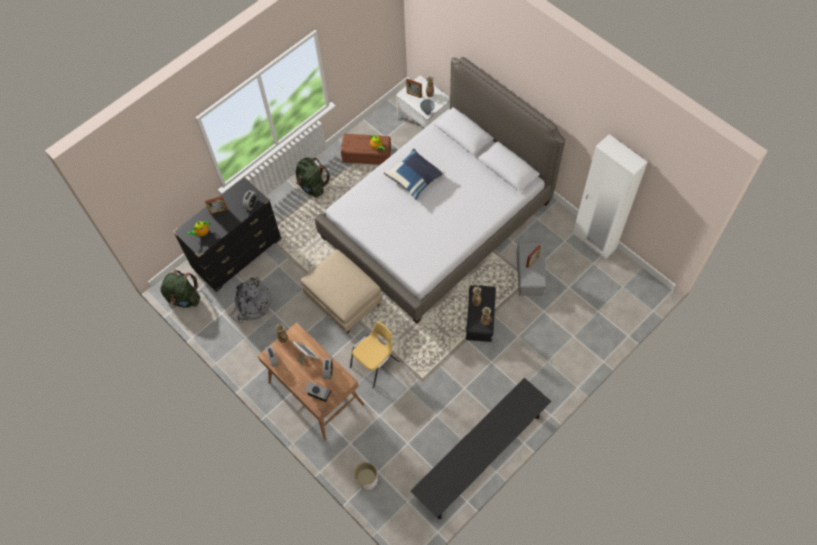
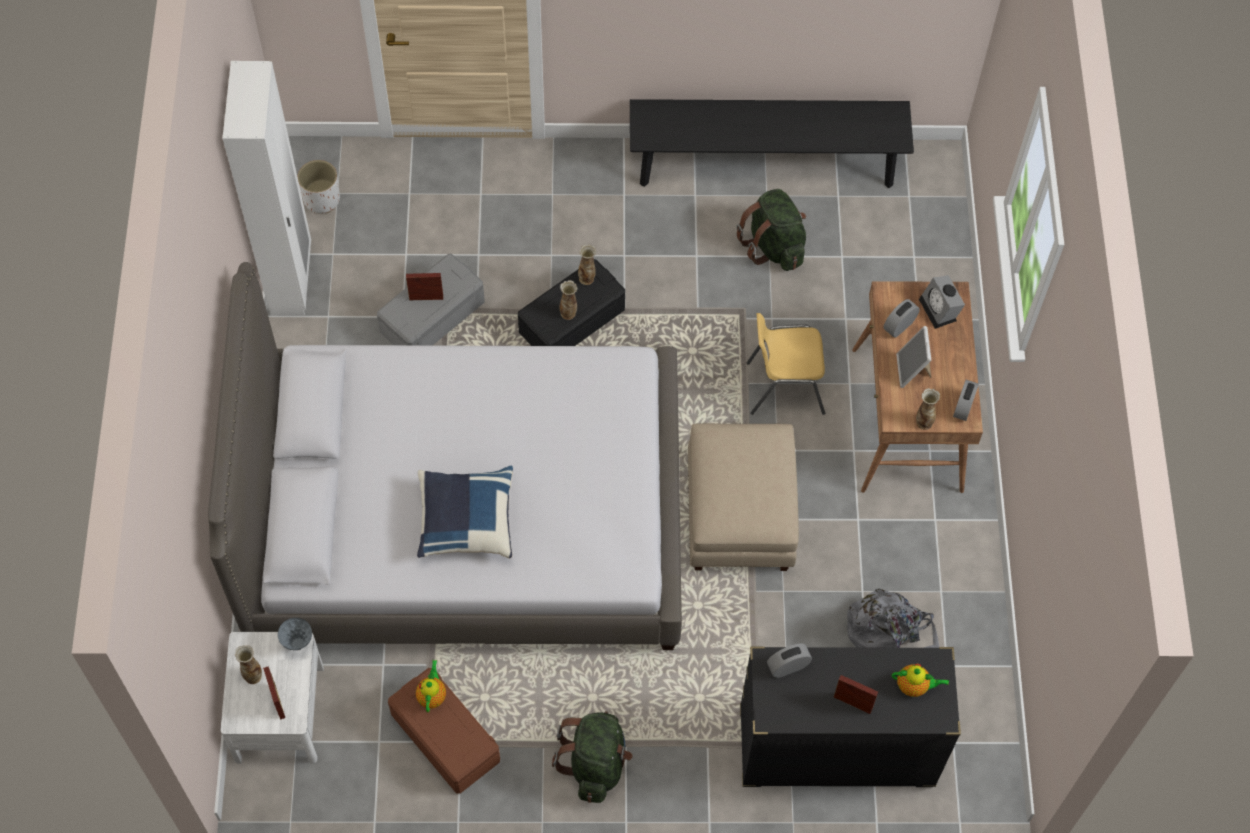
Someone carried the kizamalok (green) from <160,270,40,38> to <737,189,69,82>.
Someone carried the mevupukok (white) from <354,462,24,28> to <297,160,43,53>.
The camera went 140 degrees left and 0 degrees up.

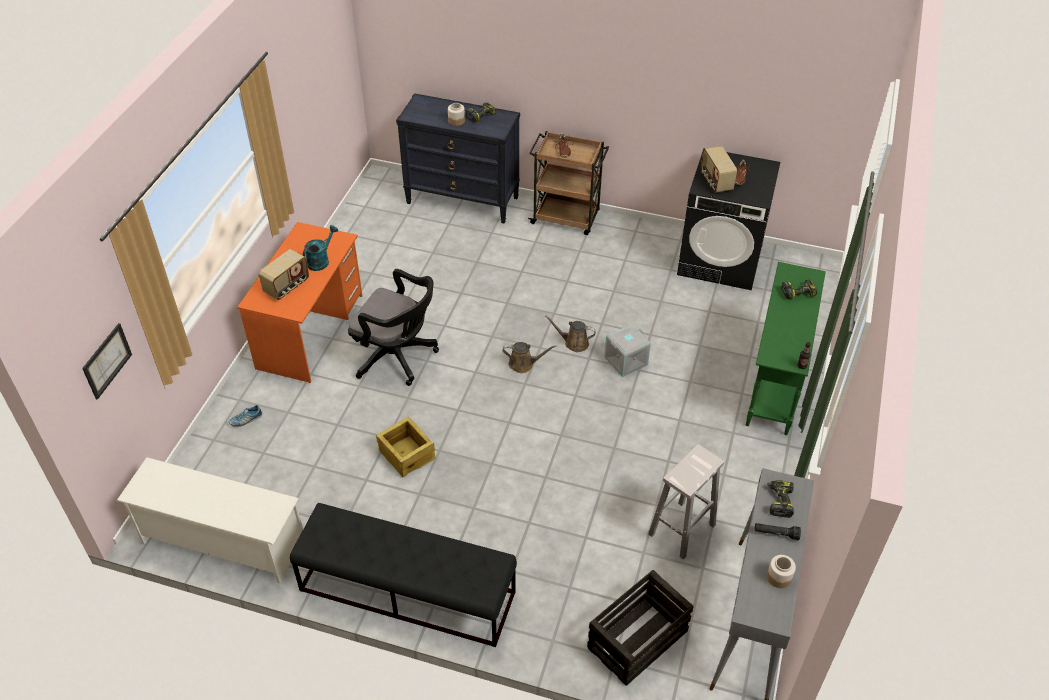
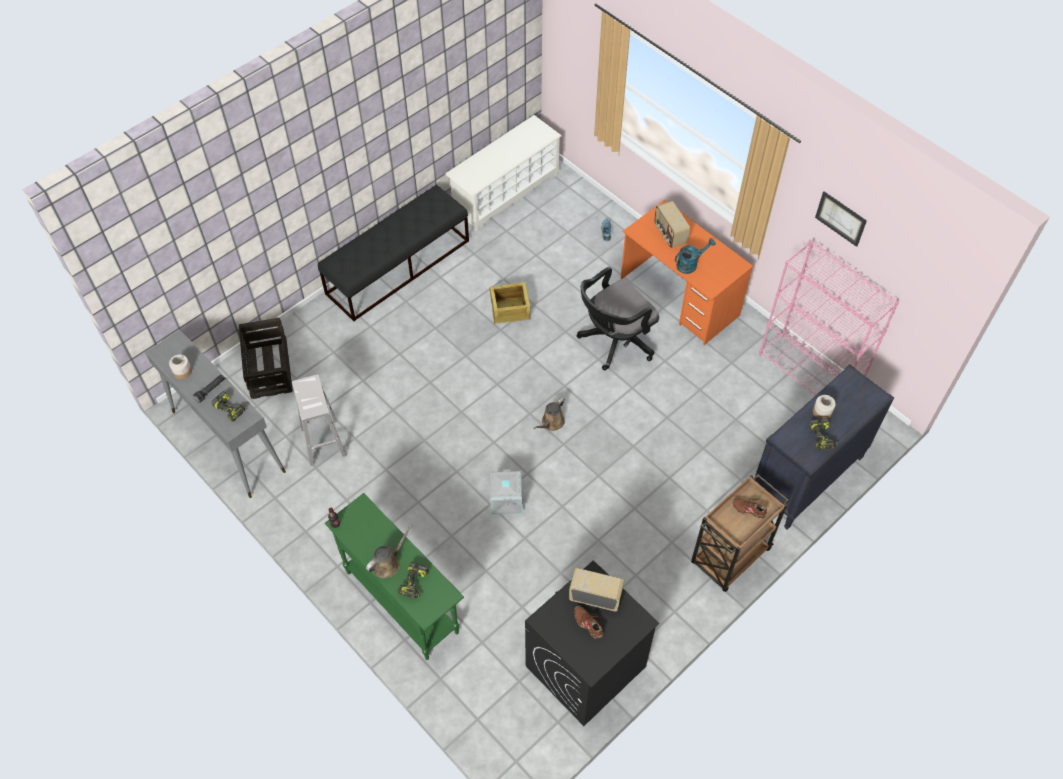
Someone rotated the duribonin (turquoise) at <303,225,35,46> by 90 degrees counterclockwise.
Someone carried the duribonin (brown) from <545,315,51,37> to <366,525,46,53>.
Someone carried the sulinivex from <82,323,50,77> to <815,191,52,56>.
Someone put down the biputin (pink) at <759,240,140,156>.
The camera went 120 degrees right and 10 degrees up.

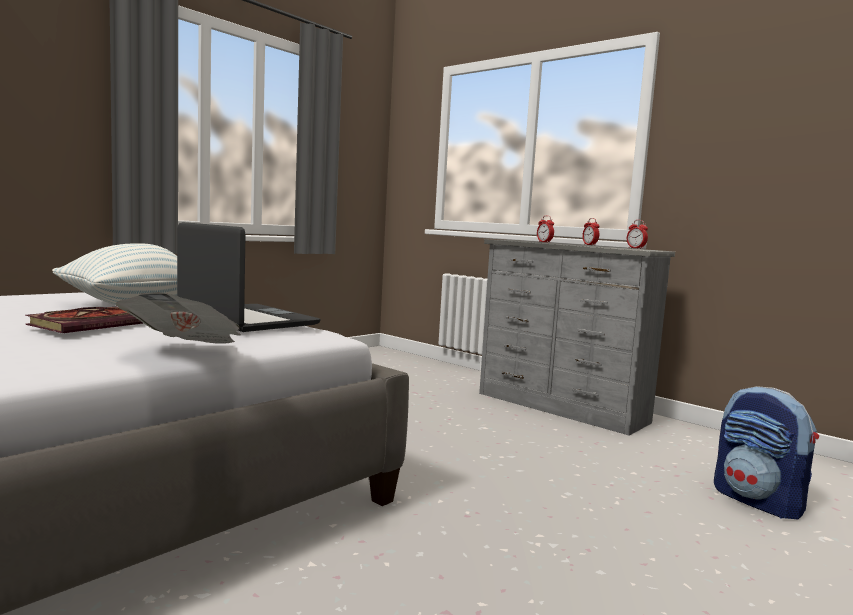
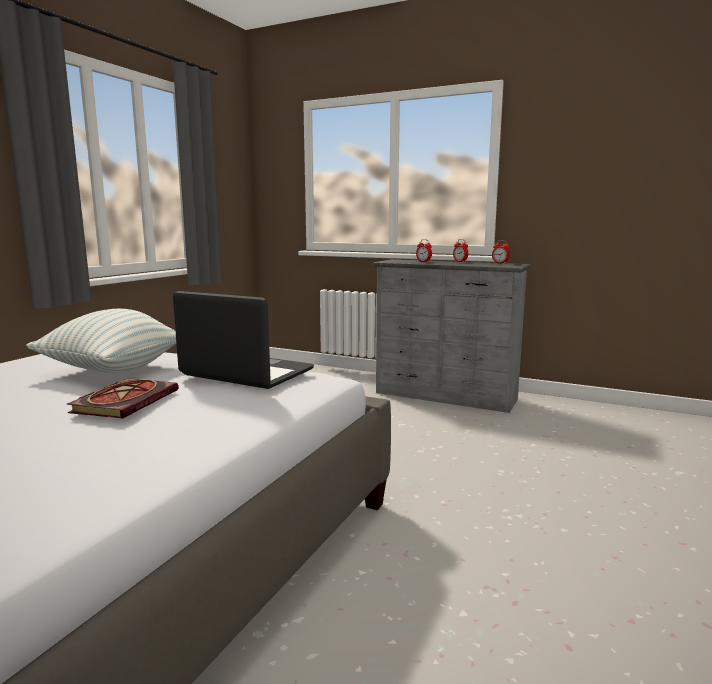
Someone took away the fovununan at <116,293,125,51>.
Someone took away the kizamalok at <714,386,105,133>.
The camera went 15 degrees left and 5 degrees up.

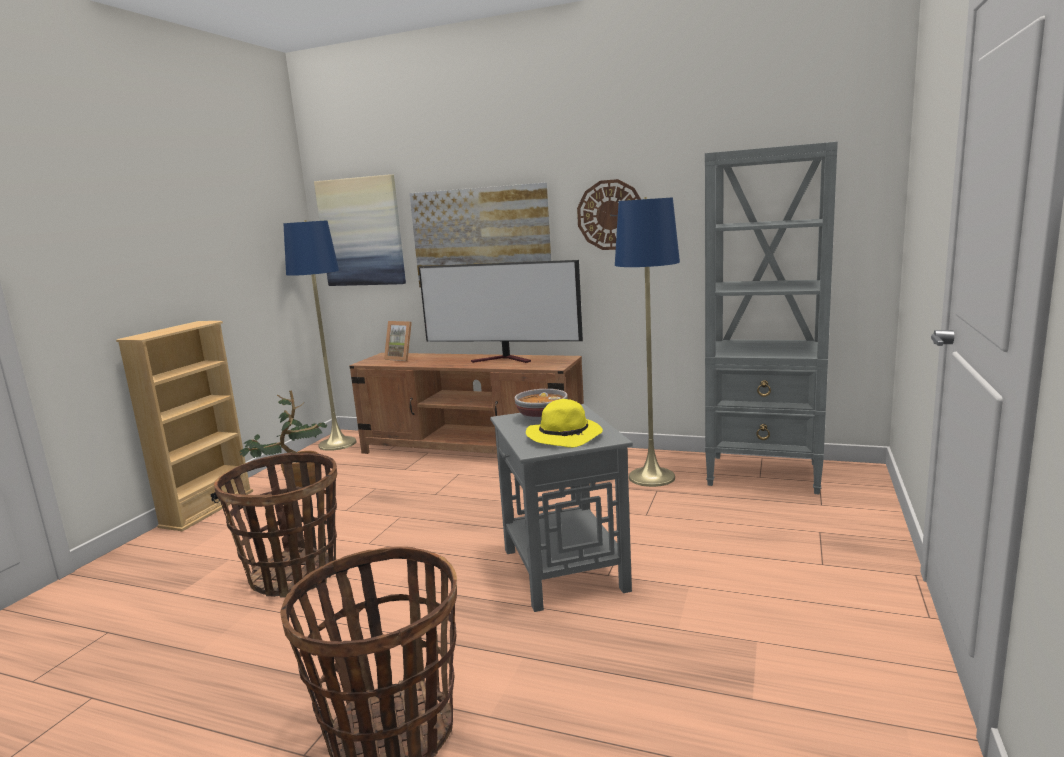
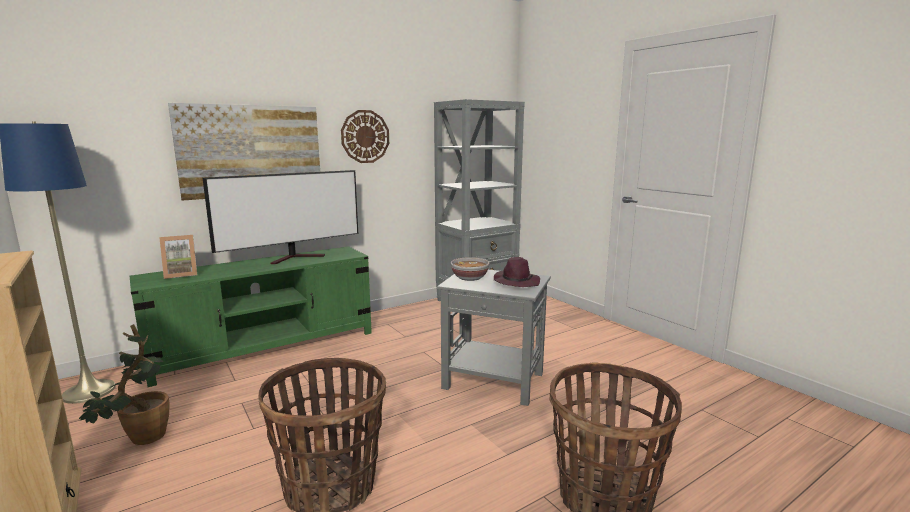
Someone took away the sulinivex at <314,174,92,112>.
Someone took away the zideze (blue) at <615,197,65,290>.
Someone repainted the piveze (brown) at <349,353,235,101>, which became the piveze (green) at <130,246,242,141>.
Someone repainted the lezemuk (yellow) at <526,399,77,49>, which became the lezemuk (purple) at <493,257,47,30>.
The camera went 55 degrees left and 0 degrees up.

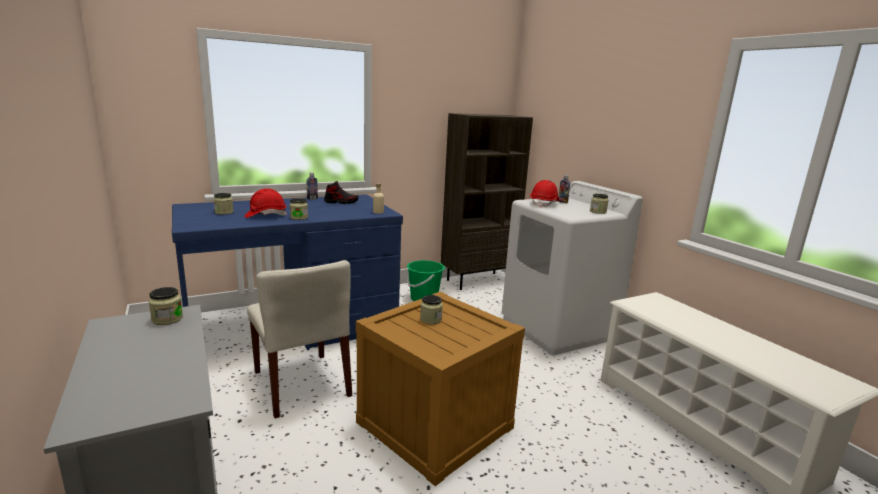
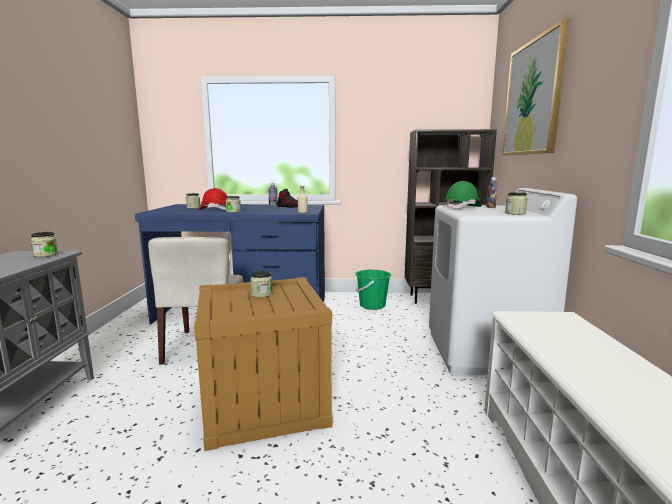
Someone repainted the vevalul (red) at <530,180,29,28>, which became the vevalul (green) at <445,181,37,28>.
Someone put up the sulinivex at <502,19,68,137>.
The camera went 30 degrees right and 5 degrees down.

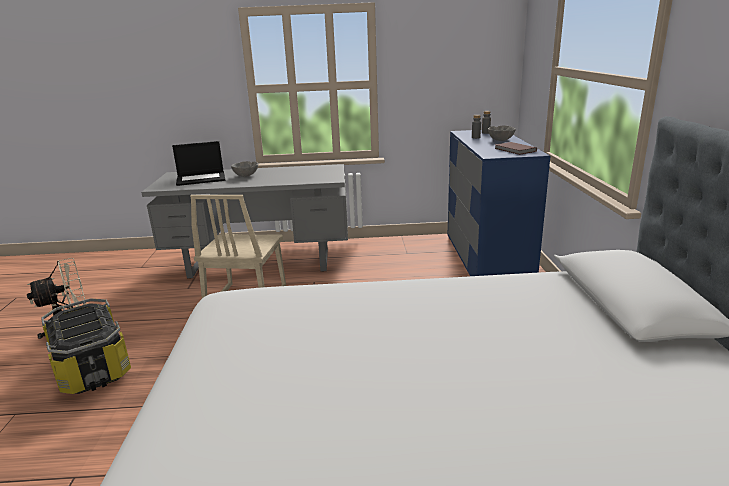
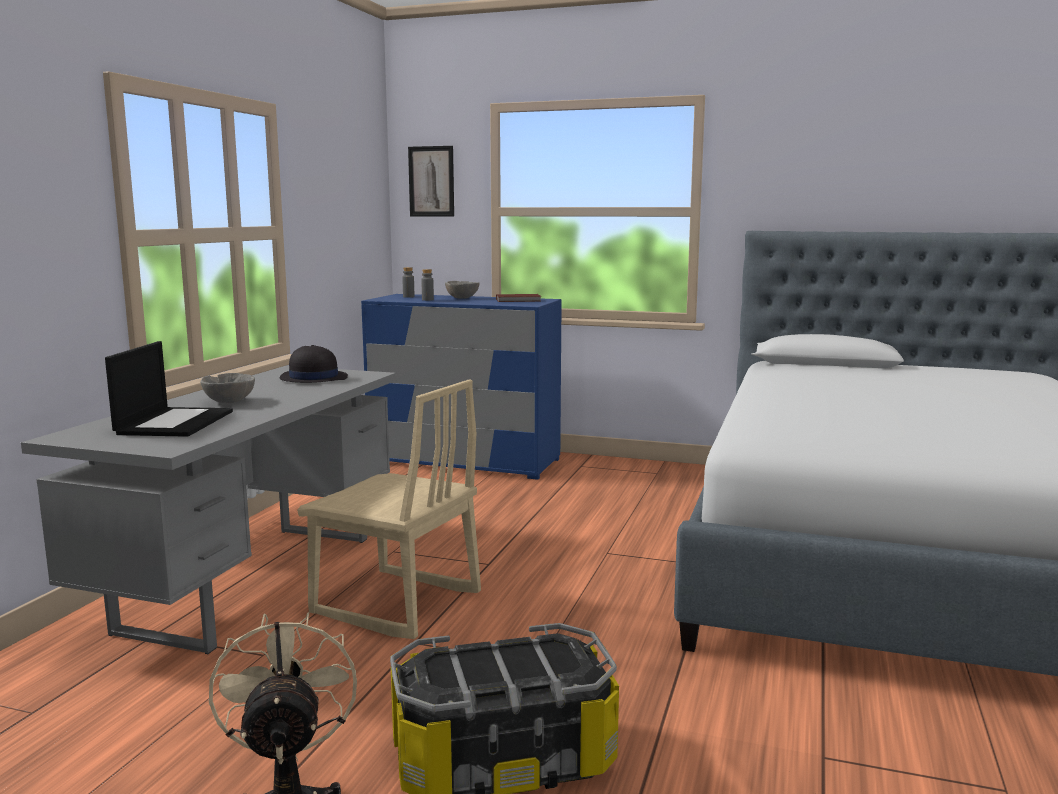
Someone put up the sulinivex at <408,146,46,71>.
Someone put down the lezemuk (black) at <279,345,69,38>.
The camera went 70 degrees left and 10 degrees down.

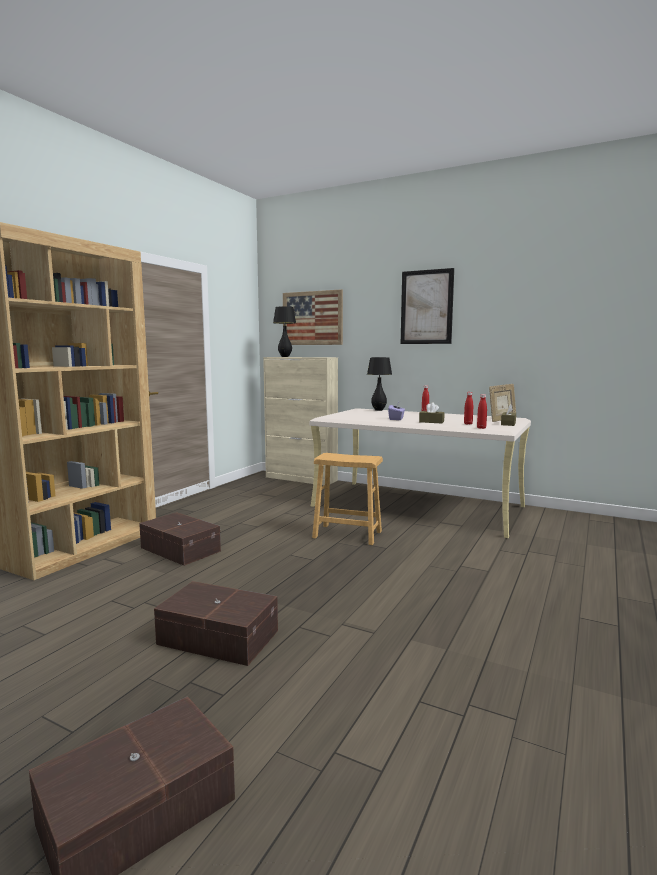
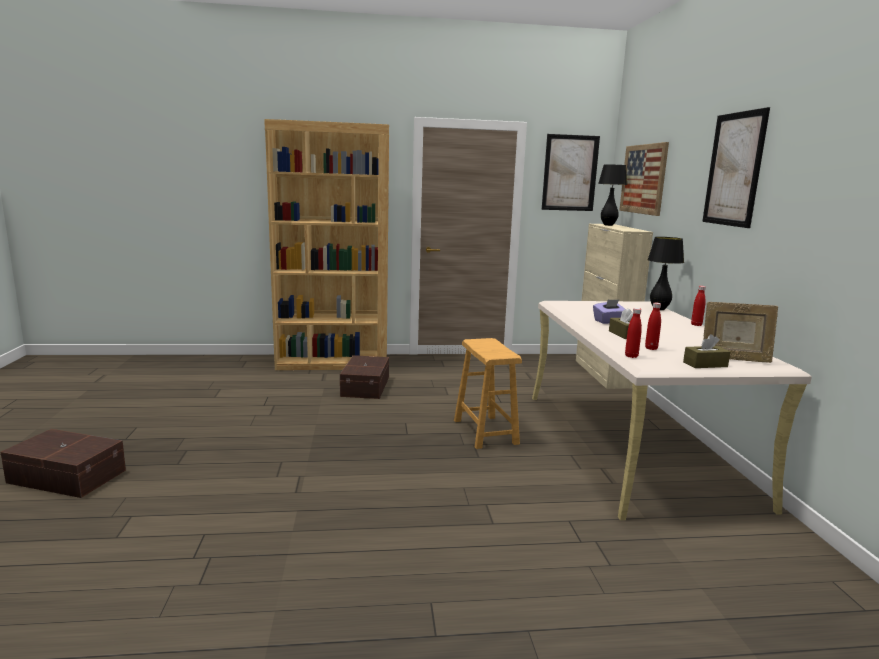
Someone took away the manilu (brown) at <154,581,124,85>.
Someone put up the sulinivex at <542,134,58,77>.
The camera went 55 degrees right and 5 degrees up.

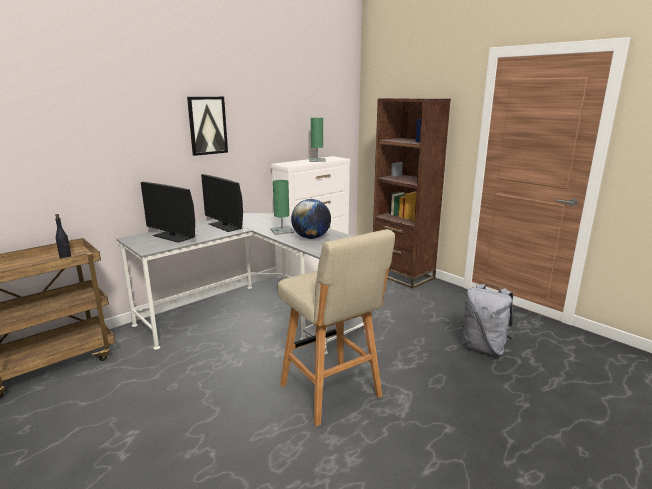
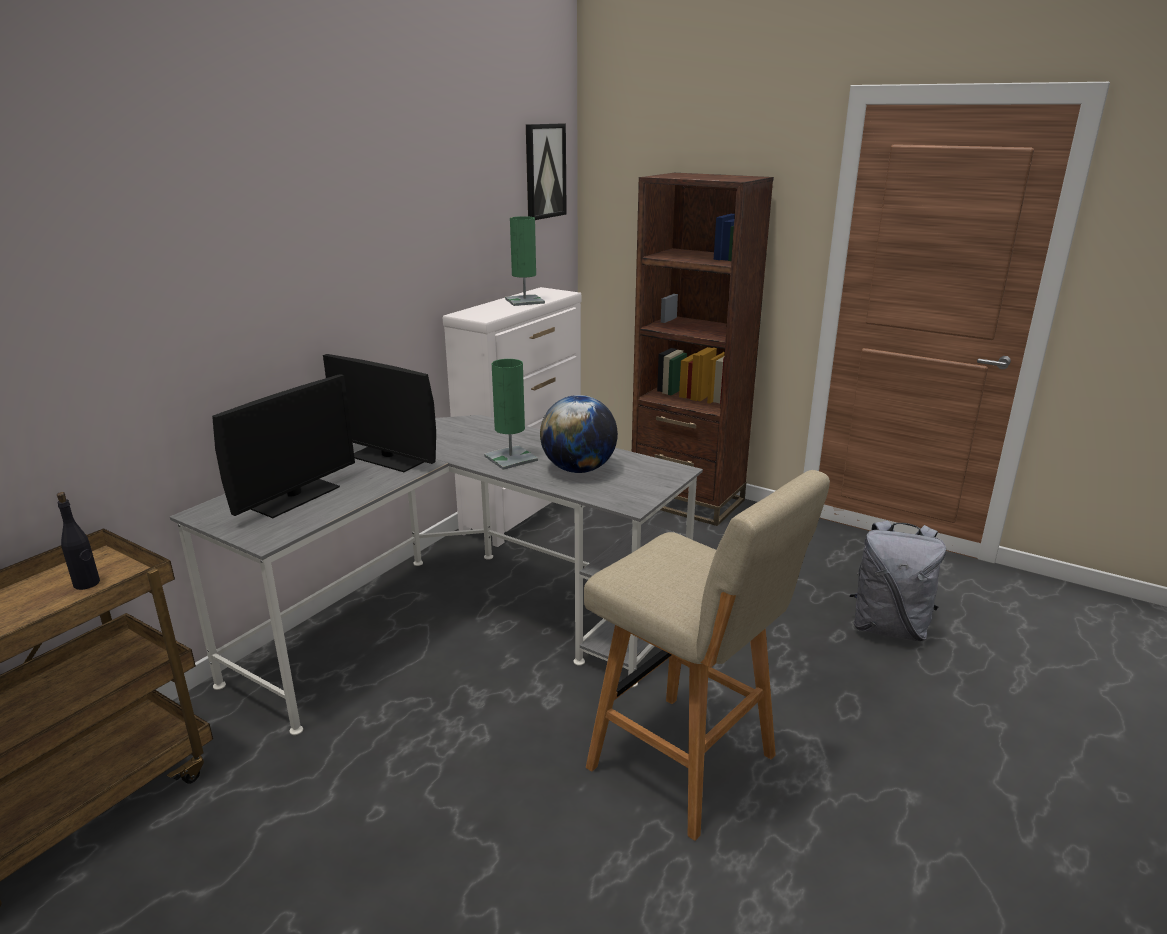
Someone carried the sulinivex from <187,97,41,59> to <526,124,41,96>.
Someone rotated the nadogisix at <141,182,54,61> by 75 degrees counterclockwise.
The camera went 15 degrees left and 5 degrees up.

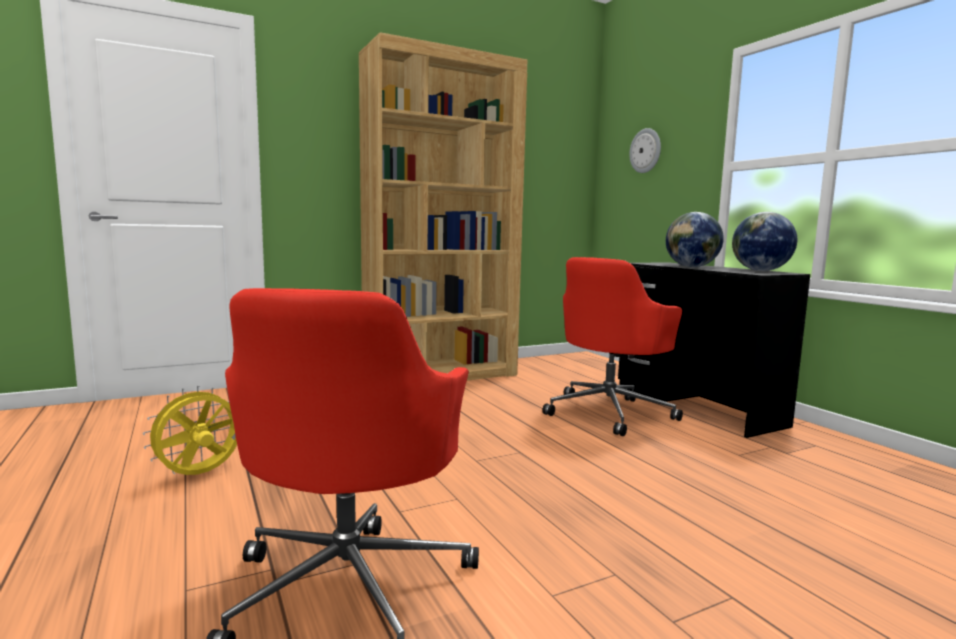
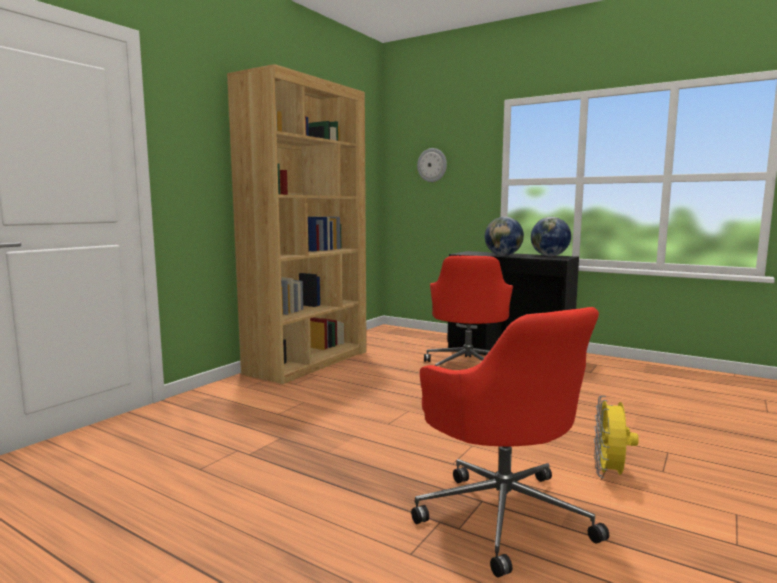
Someone carried the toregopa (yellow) from <143,385,94,90> to <594,396,44,82>.
The camera went 30 degrees left and 0 degrees up.

